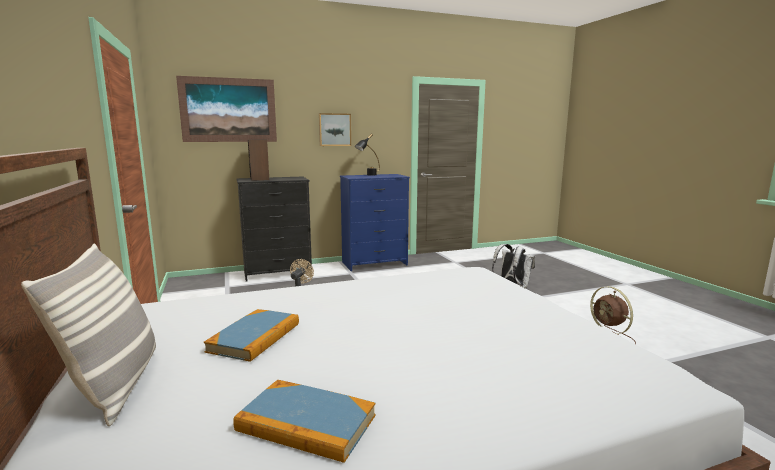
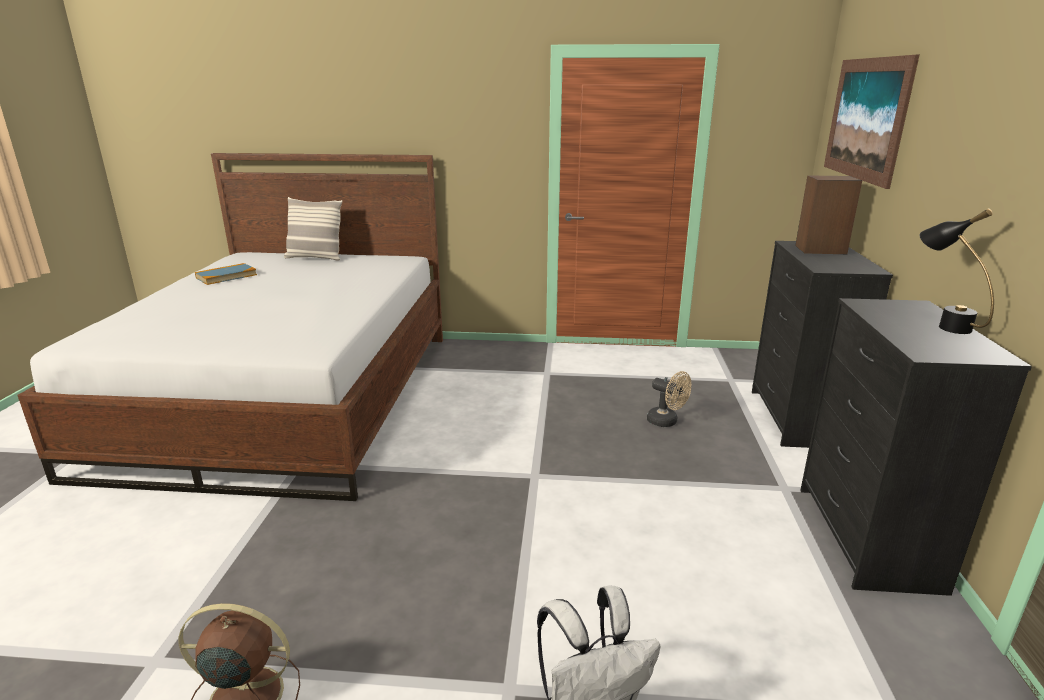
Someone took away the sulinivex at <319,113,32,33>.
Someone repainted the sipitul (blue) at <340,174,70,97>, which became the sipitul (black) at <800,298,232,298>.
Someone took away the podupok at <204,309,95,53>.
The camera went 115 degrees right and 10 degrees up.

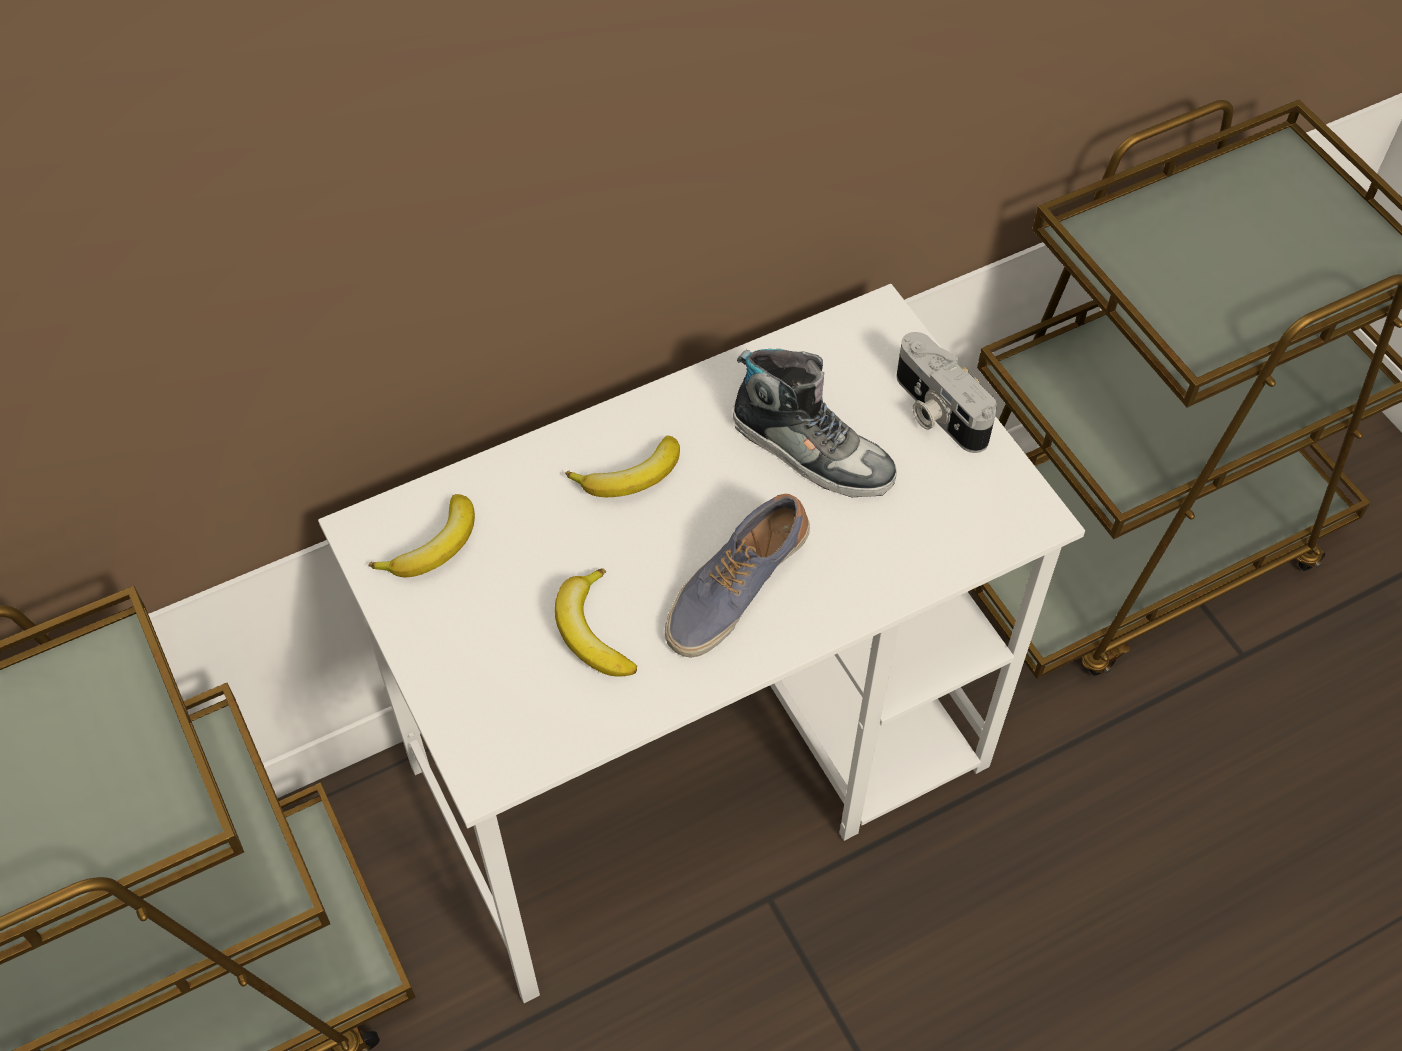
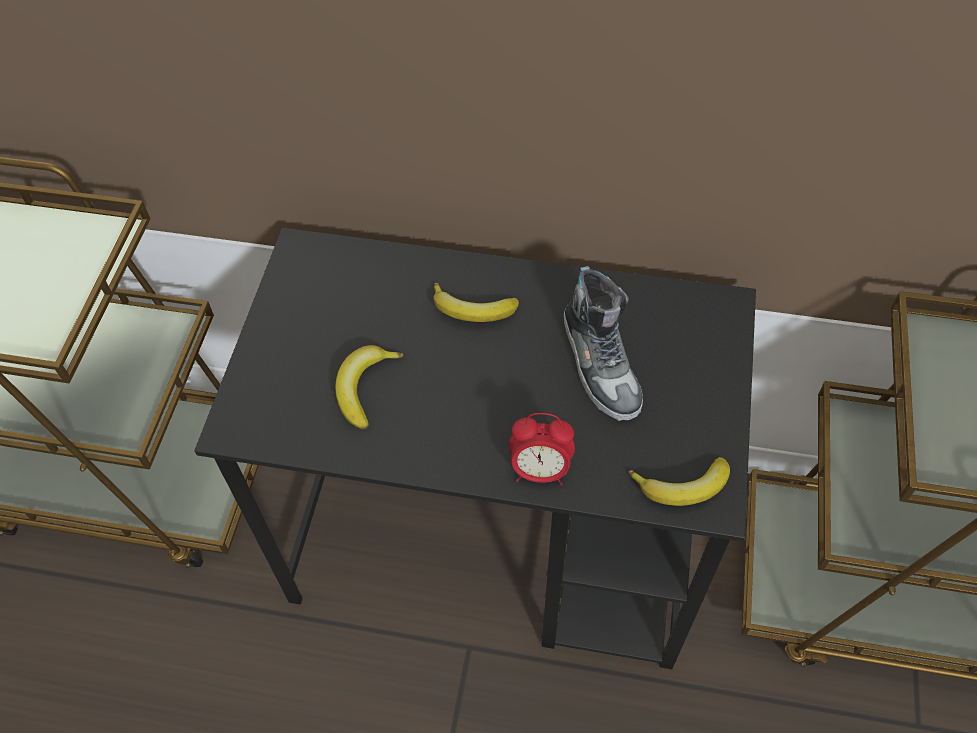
Someone repainted the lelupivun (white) at <318,284,767,719>, which became the lelupivun (black) at <194,228,562,441>.
Someone took away the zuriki at <896,332,101,121>.
Someone carried the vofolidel from <368,494,107,83> to <629,457,101,49>.
Someone took away the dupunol at <665,494,145,164>.
Someone put down the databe at <509,413,66,72>.
The camera went 40 degrees right and 0 degrees up.

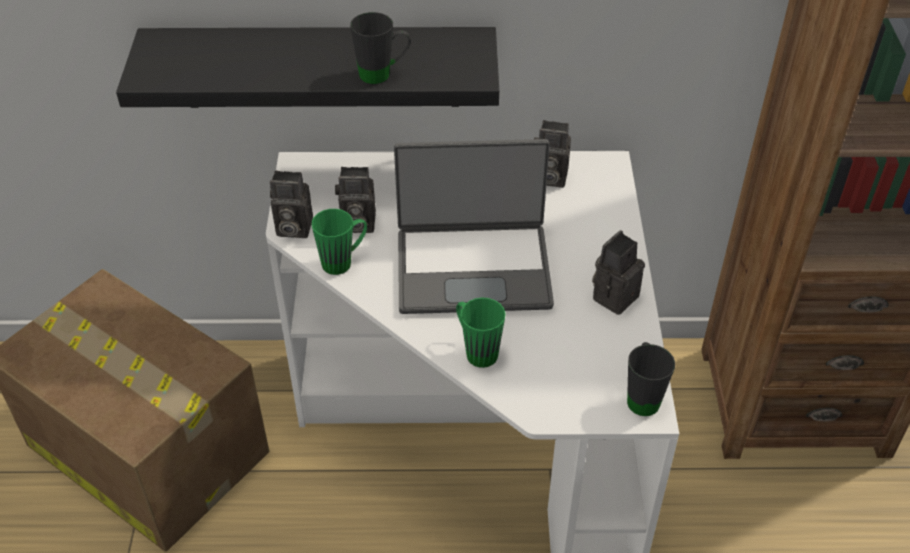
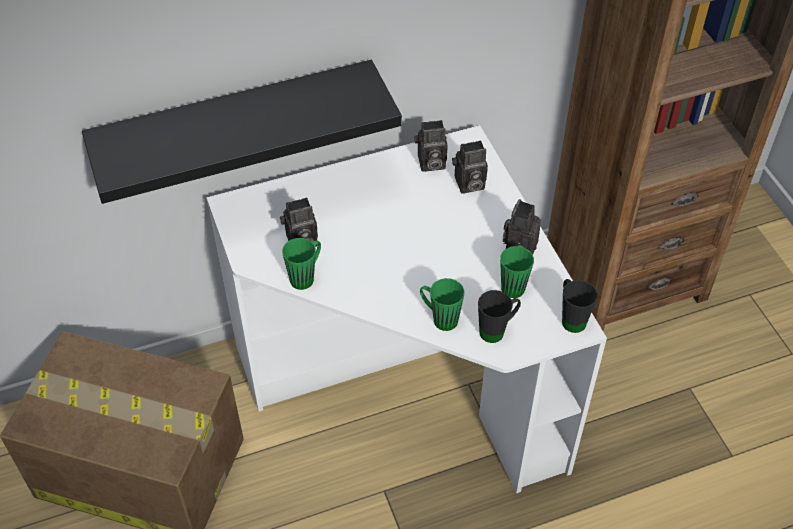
Someone carried the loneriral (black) from <350,12,61,72> to <478,290,43,53>.
Someone took away the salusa at <394,139,160,175>.
Someone carried the zuriki from <270,170,43,68> to <452,140,36,53>.
Someone put down the loneriral (green) at <500,245,34,53>.
The camera went 20 degrees left and 5 degrees up.

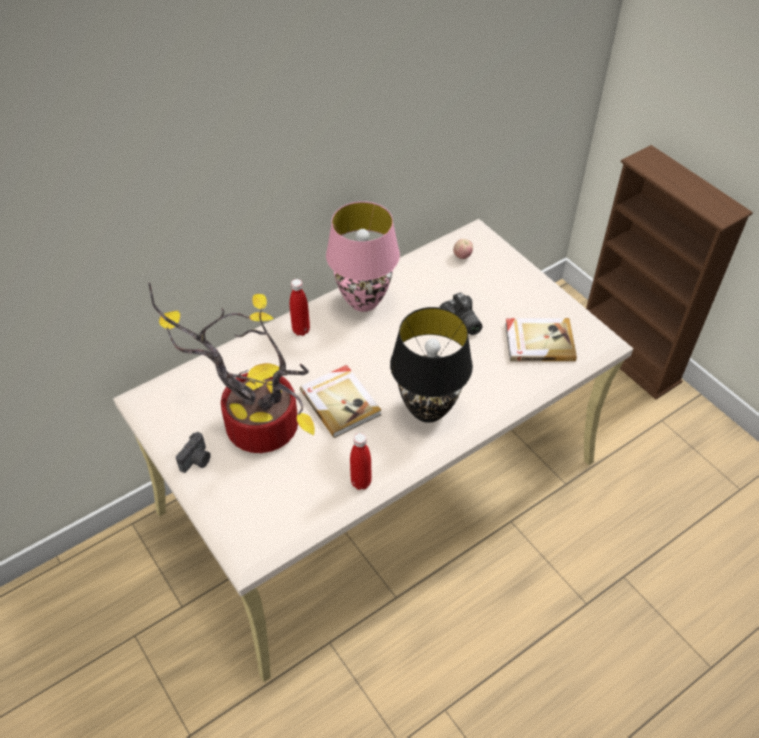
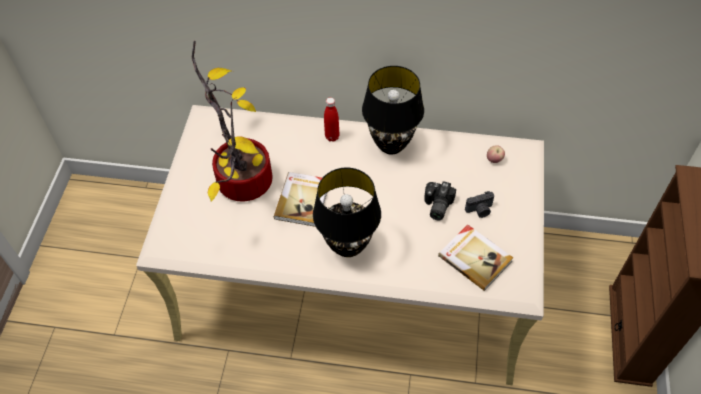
Someone repainted the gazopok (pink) at <326,201,74,111>, which became the gazopok (black) at <362,66,62,89>.
Someone carried the zuriki from <176,432,35,41> to <465,191,29,27>.
Someone took away the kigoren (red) at <350,433,22,57>.
The camera went 45 degrees right and 5 degrees up.

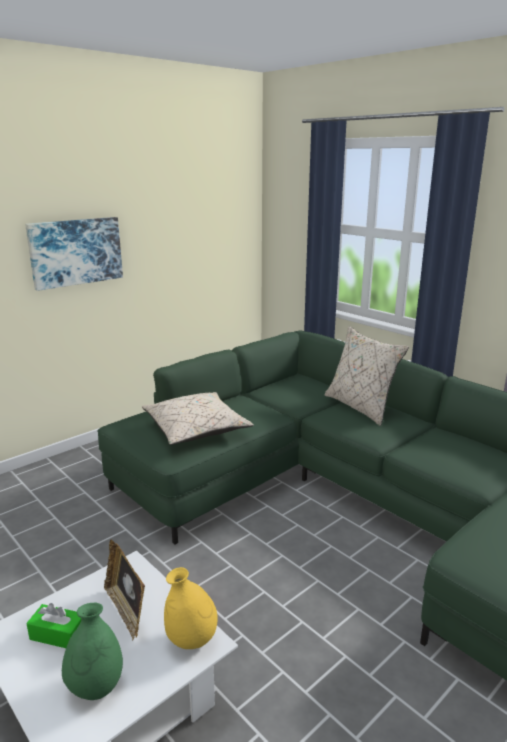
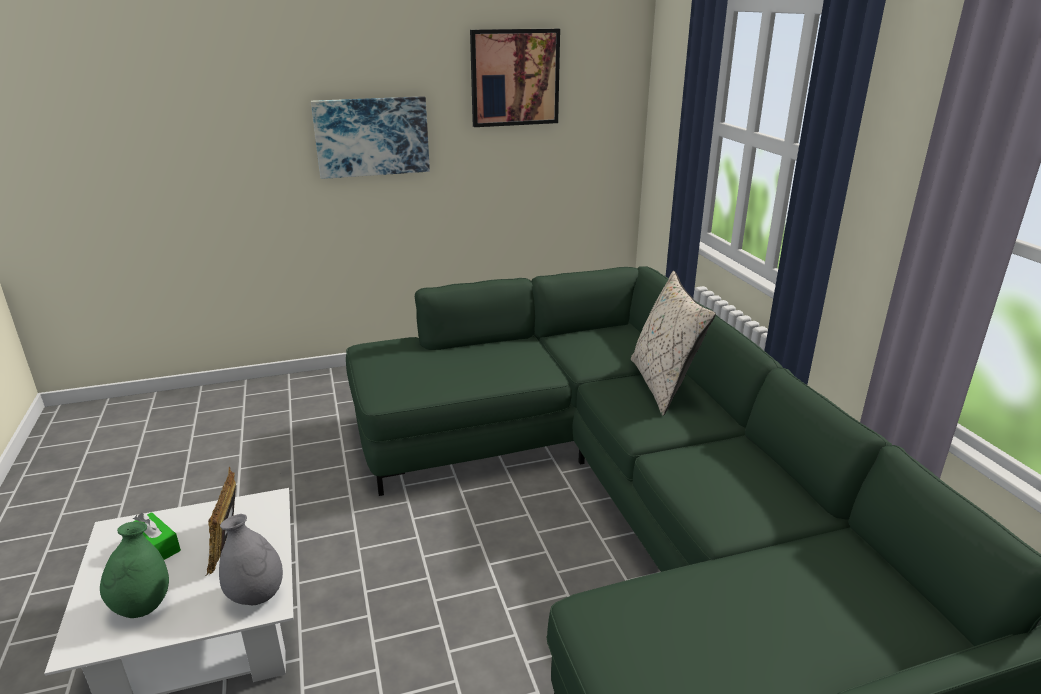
Someone took away the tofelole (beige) at <142,392,112,53>.
Someone repainted the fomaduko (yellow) at <164,567,54,82>, which became the fomaduko (grey) at <219,514,64,91>.
Someone put up the sulinivex at <470,29,90,98>.
The camera went 25 degrees right and 5 degrees up.

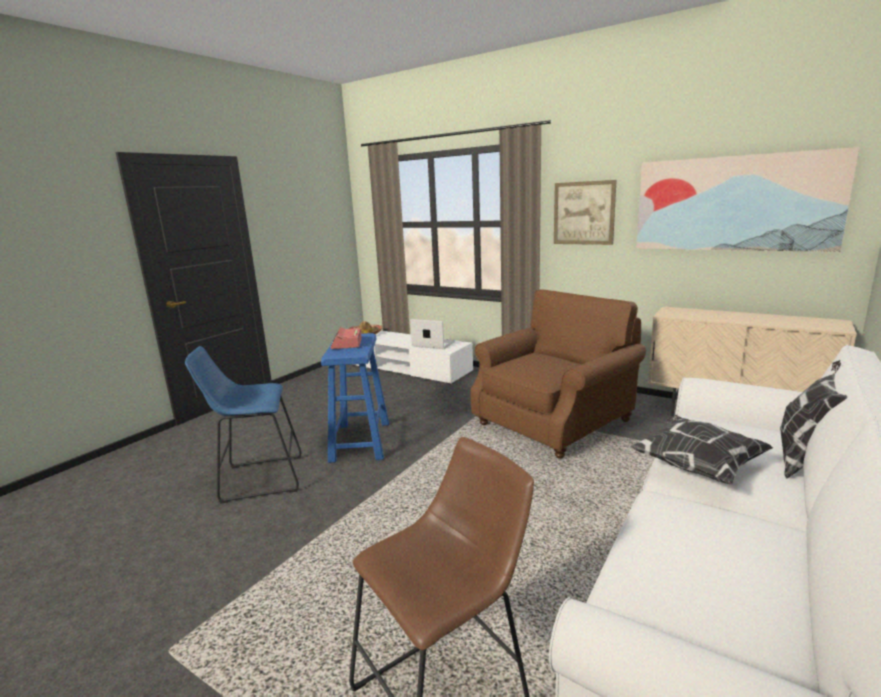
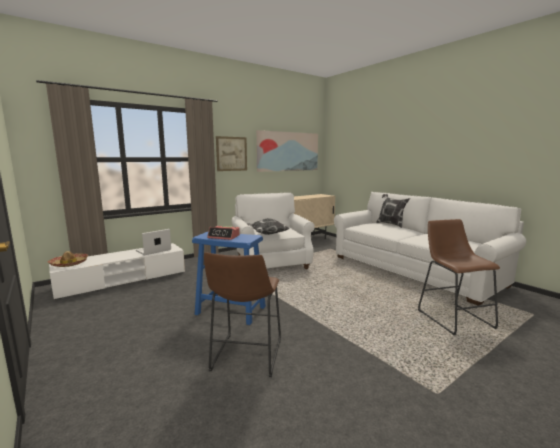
Someone repainted the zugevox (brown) at <470,289,176,170>, which became the zugevox (white) at <232,192,83,77>.
Someone repainted the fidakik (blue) at <185,346,116,158>, which became the fidakik (brown) at <204,252,77,125>.
Someone carried the tofelole from <630,415,143,69> to <248,218,42,17>.
The camera went 70 degrees left and 5 degrees down.

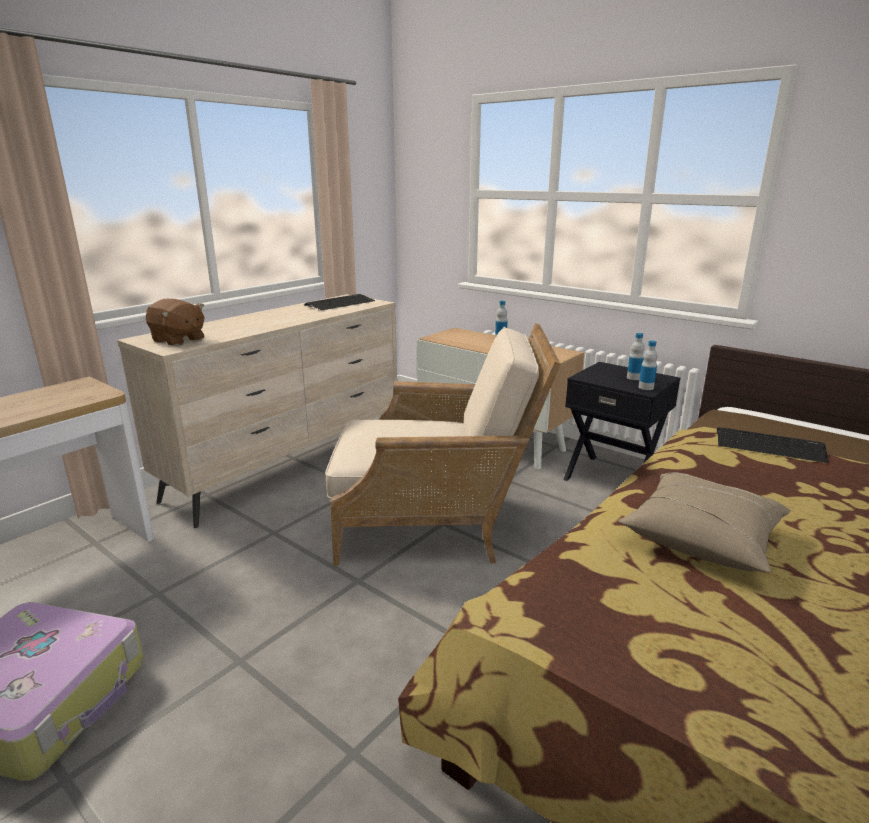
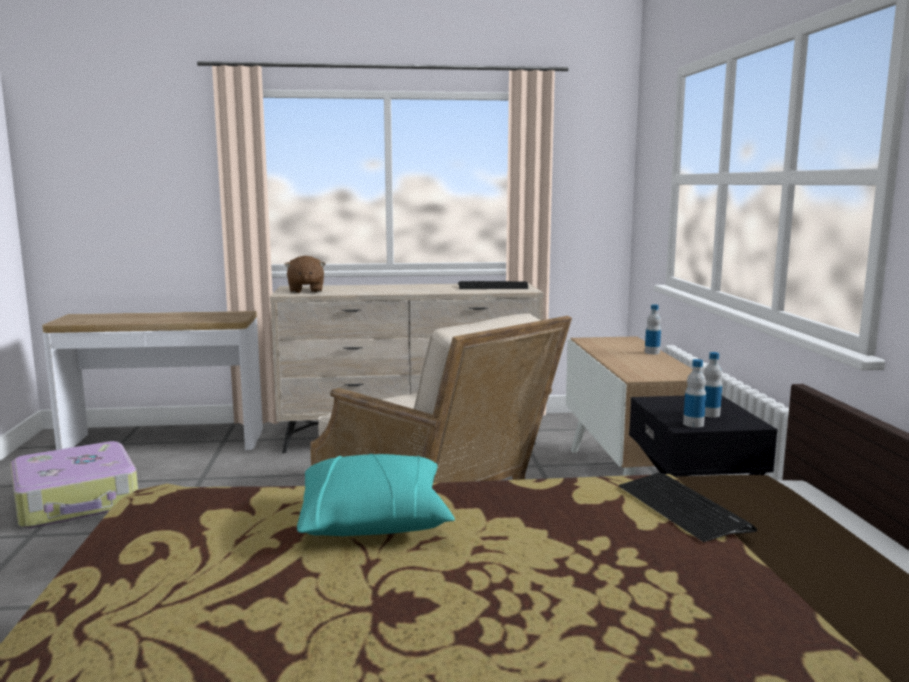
Someone repainted the tofelole (beige) at <618,473,173,100>, which became the tofelole (turquoise) at <297,454,158,82>.
The camera went 45 degrees right and 10 degrees down.

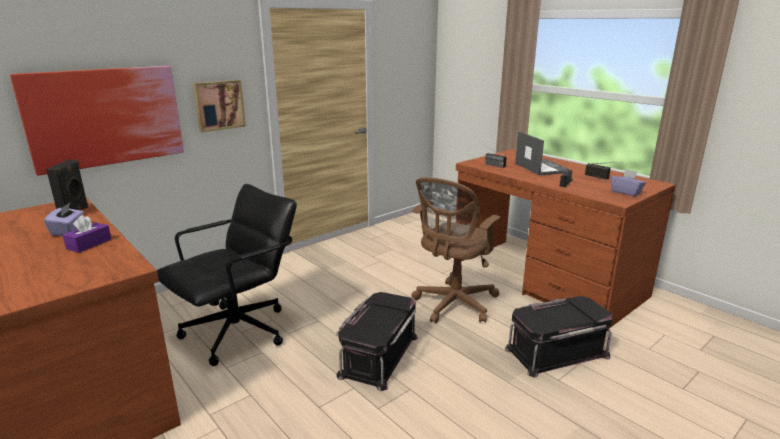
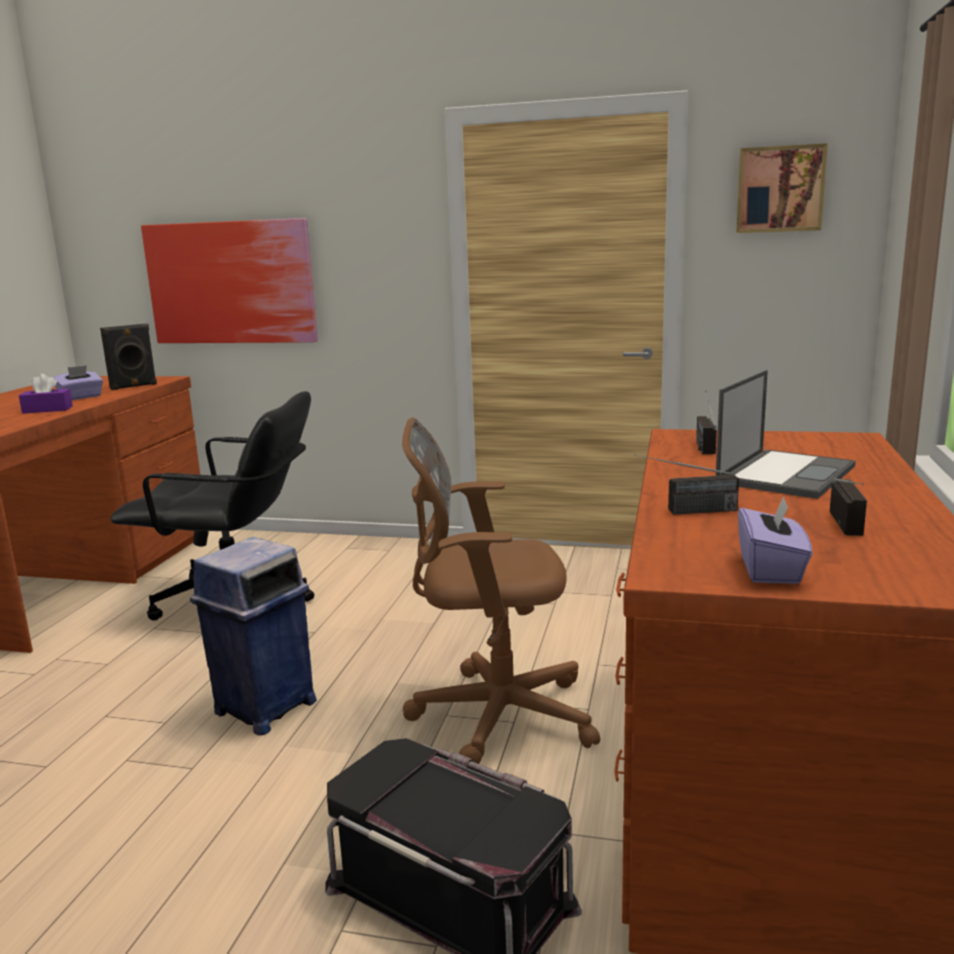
Someone carried the sulinivex from <193,80,53,52> to <736,143,92,90>.
Someone swapped the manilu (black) at <336,292,82,99> for the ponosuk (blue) at <190,537,127,198>.
The camera went 55 degrees right and 5 degrees down.

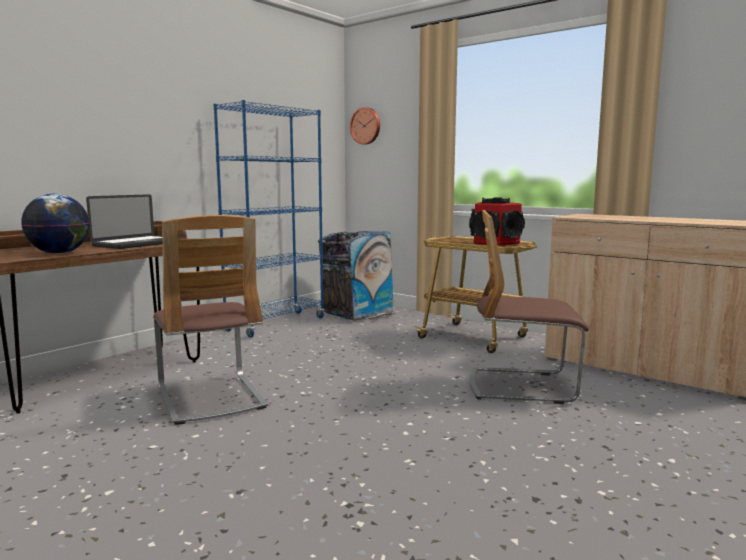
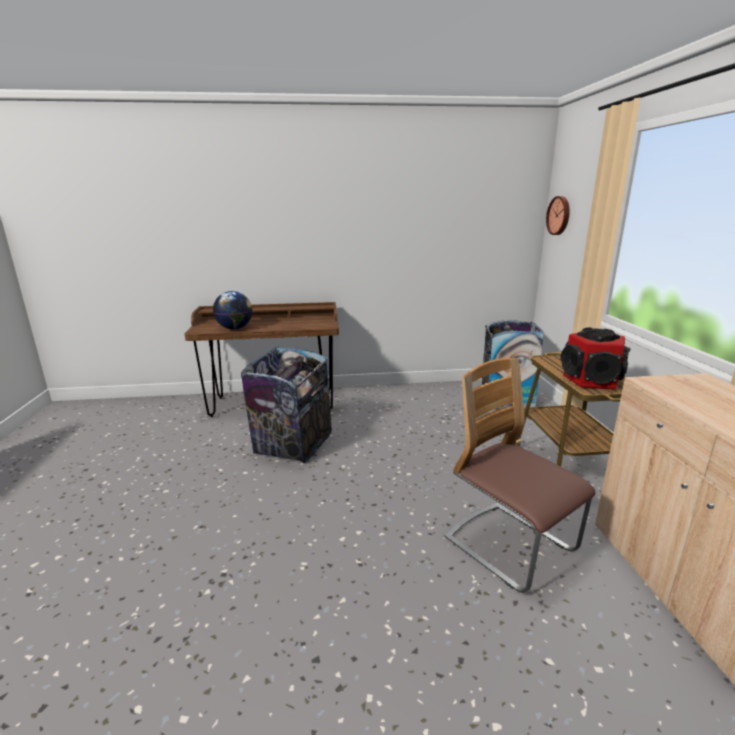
Someone took away the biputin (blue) at <213,100,112,238>.
Someone took away the salusa at <86,194,95,55>.
Someone swapped the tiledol at <153,215,115,210> for the ponosuk at <241,347,91,116>.
The camera went 45 degrees right and 10 degrees up.

